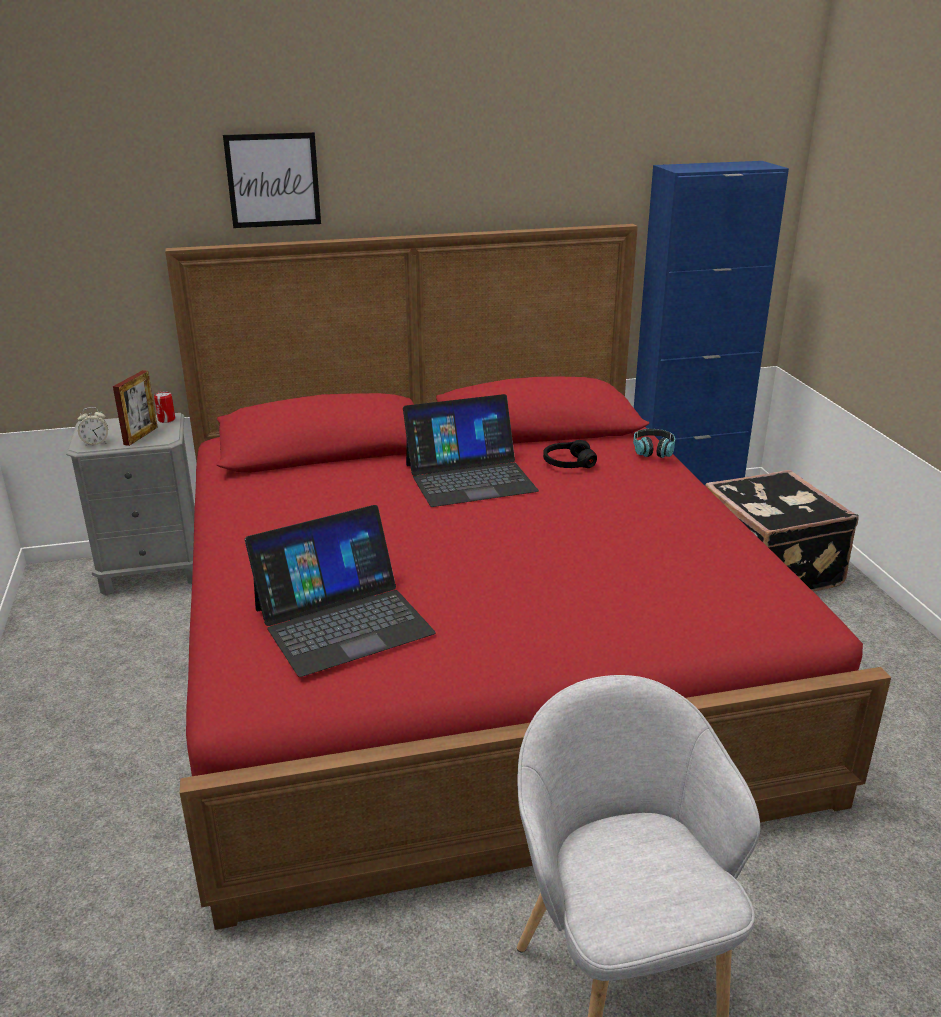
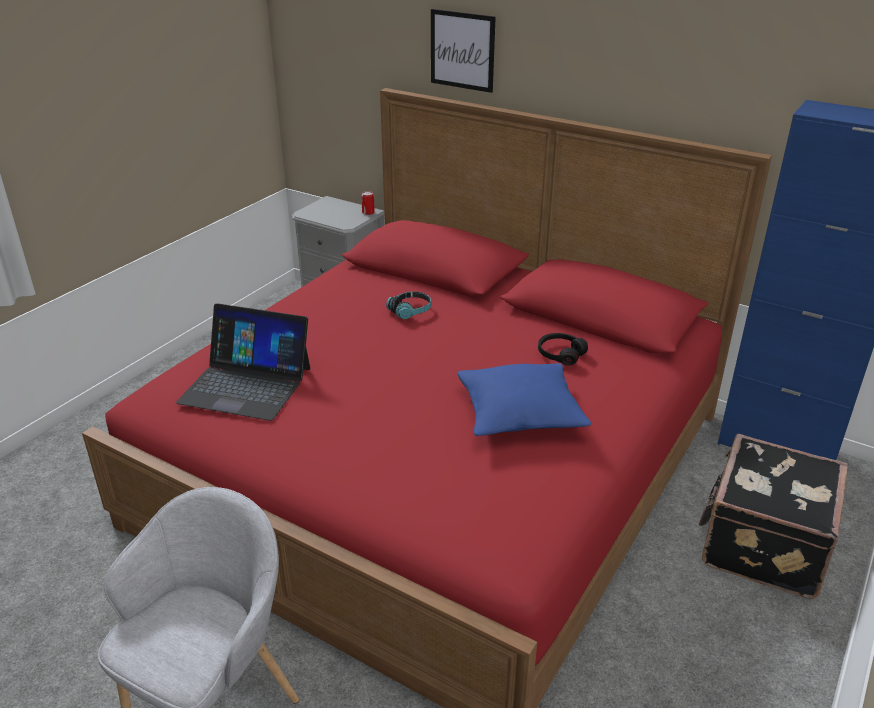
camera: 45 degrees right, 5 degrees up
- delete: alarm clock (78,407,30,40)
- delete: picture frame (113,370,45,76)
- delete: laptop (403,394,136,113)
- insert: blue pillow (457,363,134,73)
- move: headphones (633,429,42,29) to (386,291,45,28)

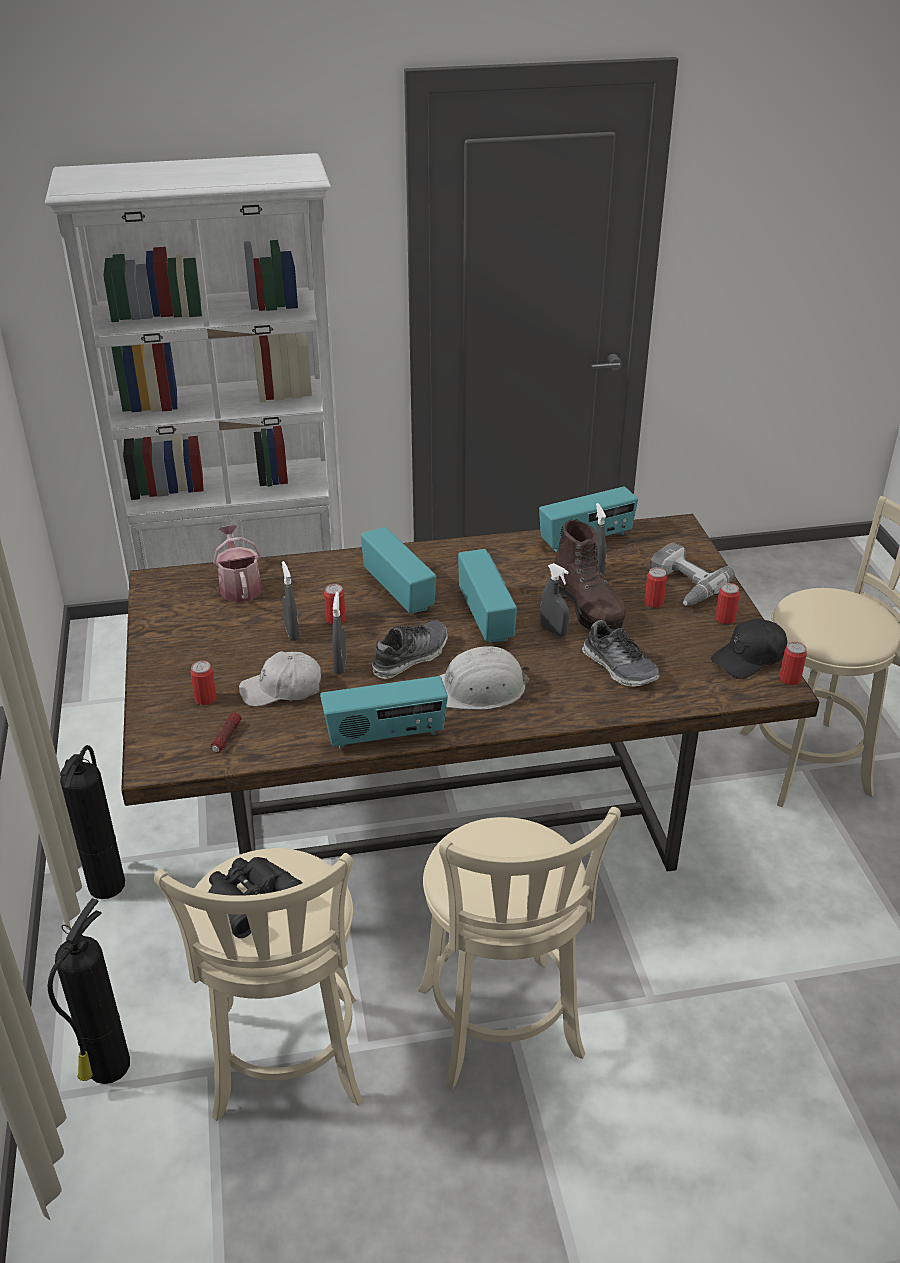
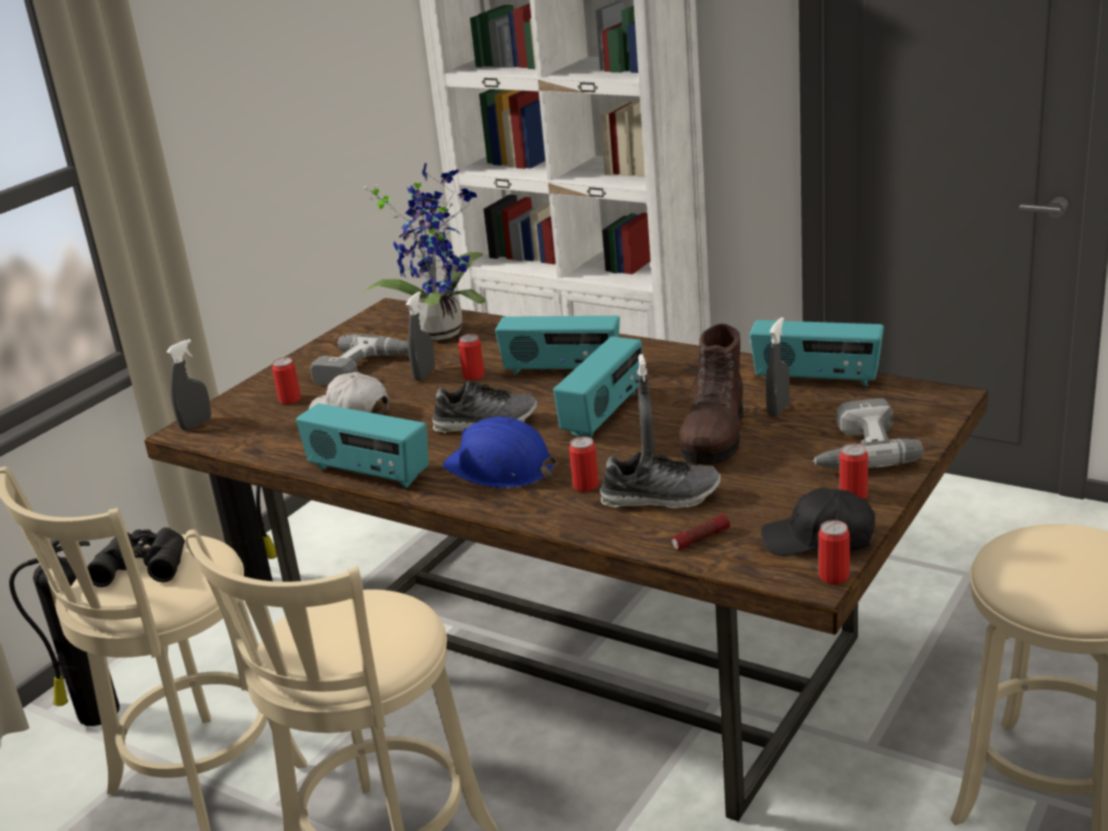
camera: 45 degrees right, 10 degrees down
- insert: power drill (310,334,98,52)
- move: flashlight (211,713,30,39) to (672,514,58,36)
- move: grey spray bottle (332,592,14,82) to (166,339,45,91)
- move: can (644,567,23,41) to (569,437,30,55)
- replace: watering can (213,525,49,77) to potted plant (362,163,124,177)
- recolor: white hard hat (439,646,91,64) to blue hard hat (442,417,115,71)
- rotate: radio (361,527,75,87) = (495,316,125,59) 90 degrees clockwise
- rotate: shoe (582,620,78,67) = (600,449,121,59) 90 degrees counterclockwise

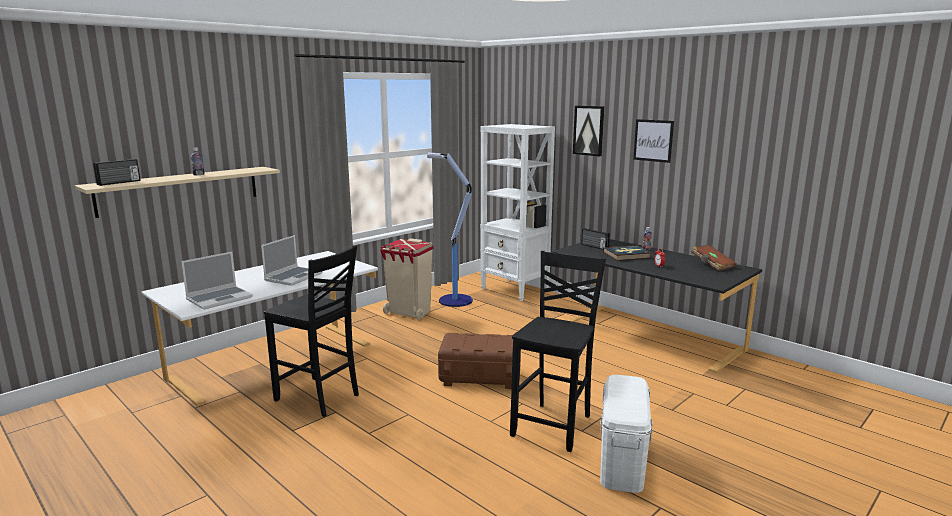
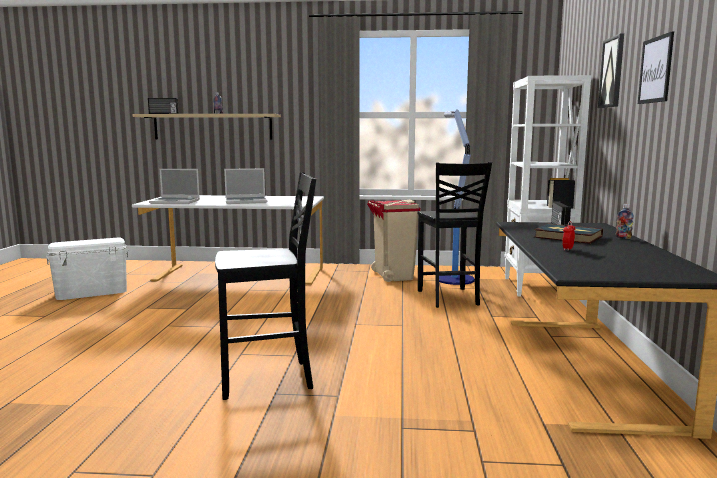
camera: 50 degrees right, 5 degrees down
- delete: brown storage box (438,333,83,56)
- delete: brown book (691,245,46,26)
- move: black chair (264,245,95,172) to (418,162,74,146)
- move: white storage box (600,375,52,118) to (46,238,82,62)

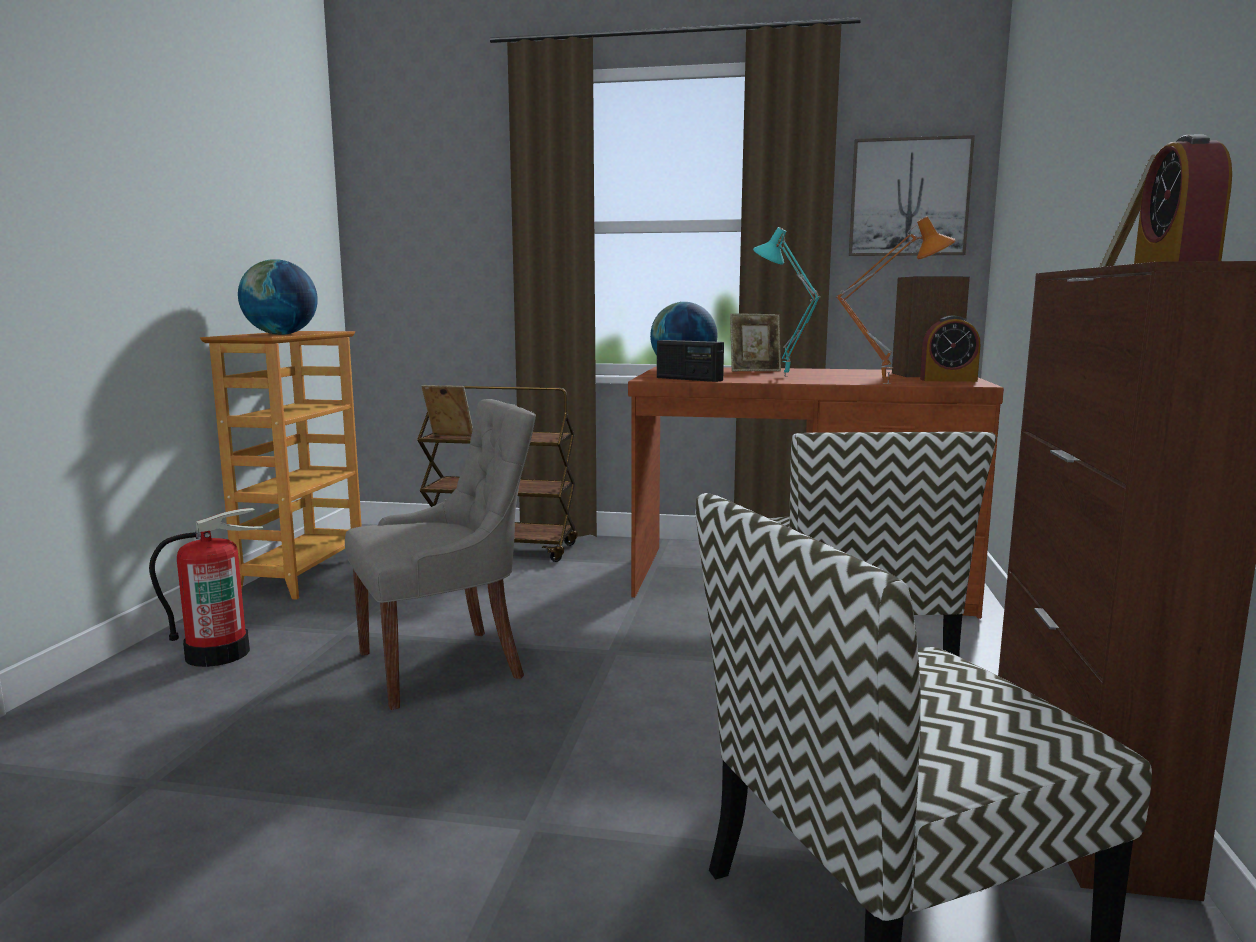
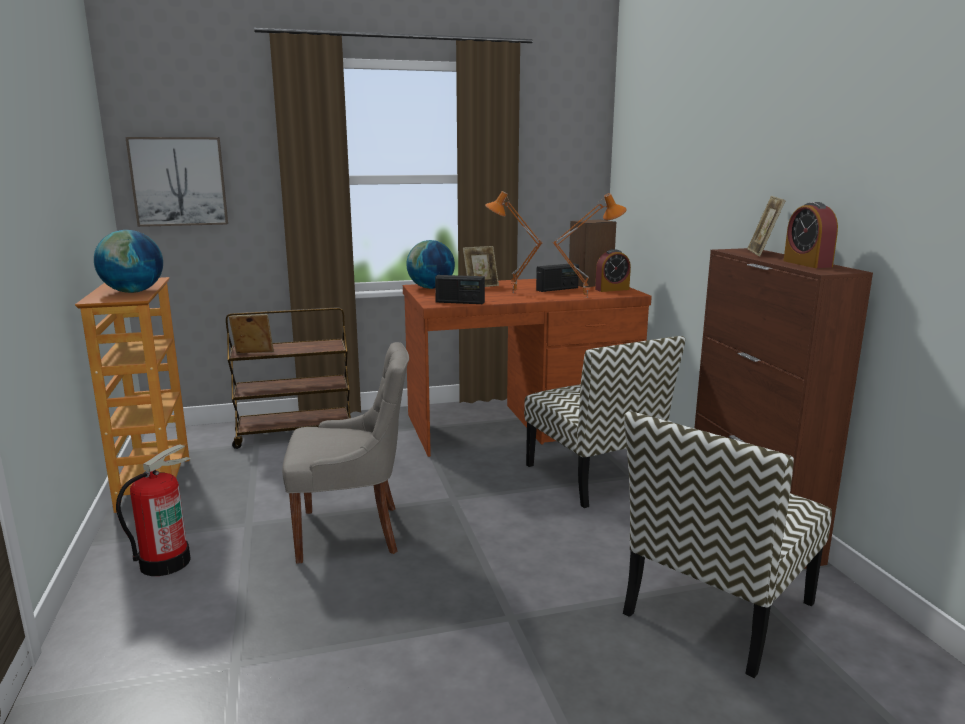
camera: 25 degrees left, 5 degrees up
- insert: radio (536,263,43,29)
- move: picture (849,135,126,121) to (125,137,103,90)
- recolor: turquoise table lamp (753,227,67,150) to orange table lamp (485,191,58,102)
- rotate: grey chair (345,399,191,311) = (282,342,127,222) 45 degrees clockwise

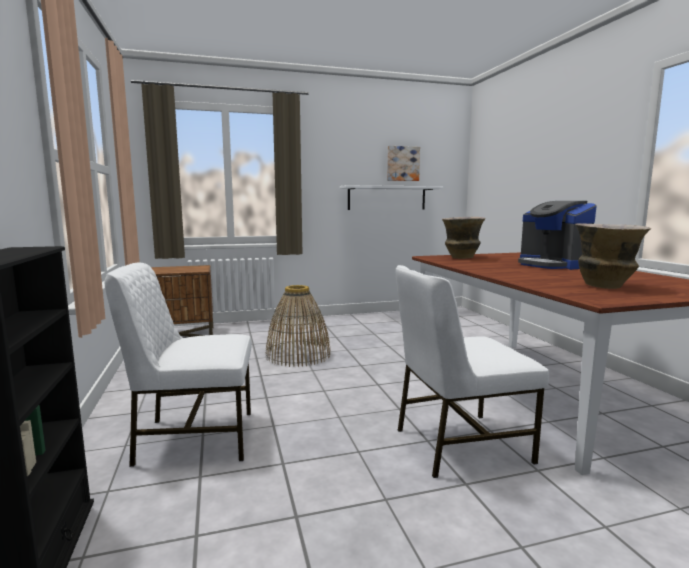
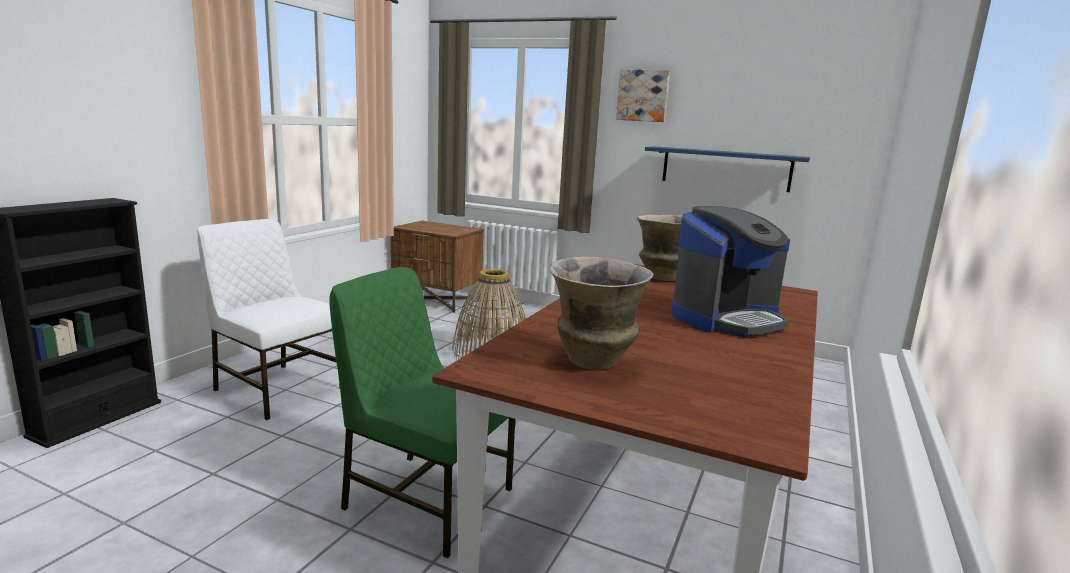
camera: 40 degrees right, 5 degrees up
- move: picture (387,146,33,35) to (616,69,54,53)
- recolor: white shelf (340,185,103,25) to blue shelf (645,146,165,46)
- recolor: white chair (396,265,153,213) to green chair (329,267,186,291)
- rotate: coffee machine (518,201,79,69) = (671,206,119,131) 135 degrees counterclockwise

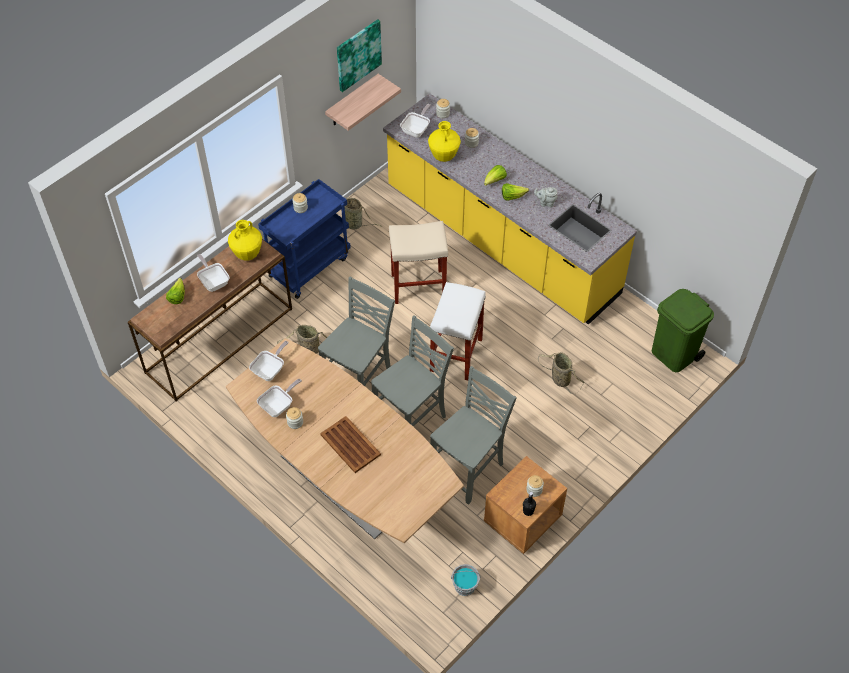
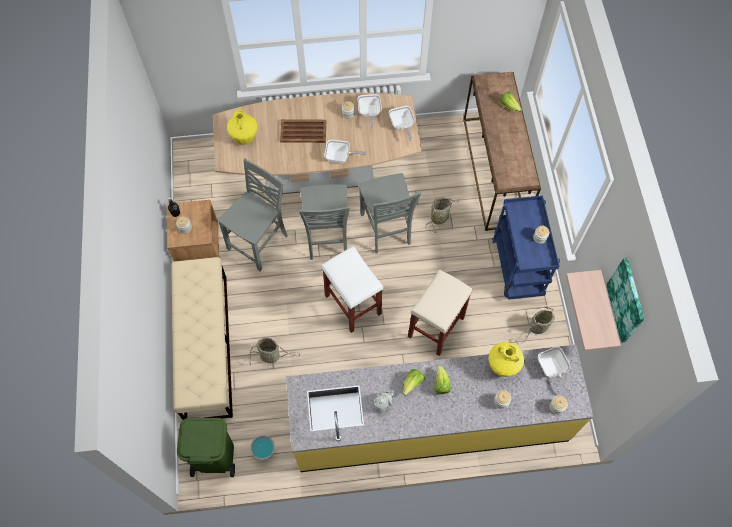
camera: 130 degrees right, 10 degrees up
- insert: beige bench (171,257,62,163)
- move: frying pan (197,254,33,38) to (324,140,42,23)
- move: yellow vase (228,220,34,41) to (227,109,30,36)
- move: grey bucket (451,564,29,32) to (250,435,25,25)
- rotate: grey chair (430,366,87,139) = (218,158,70,113) 135 degrees counterclockwise

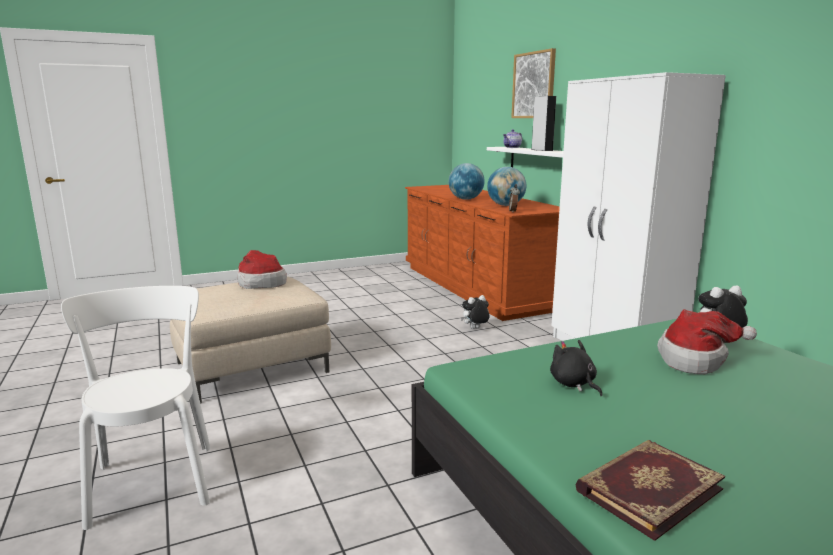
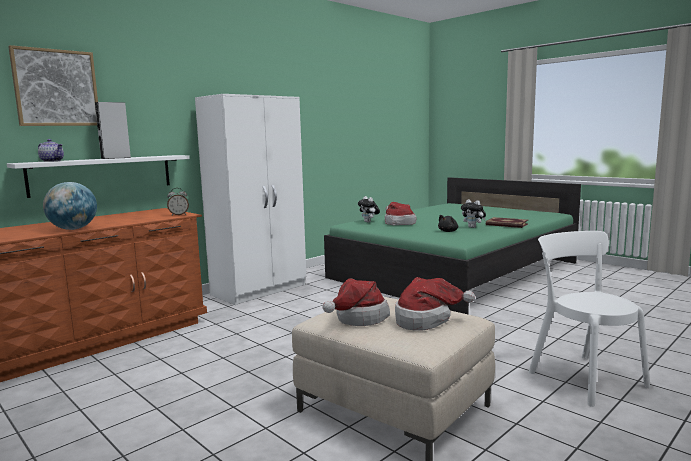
camera: 110 degrees left, 5 degrees down
- delete: globe (487,167,39,39)
- insert: hat (395,277,80,54)
- move: plush toy (461,295,28,34) to (461,199,25,29)
- rotate: white chair (61,286,149,244) = (528,231,122,176) 105 degrees clockwise

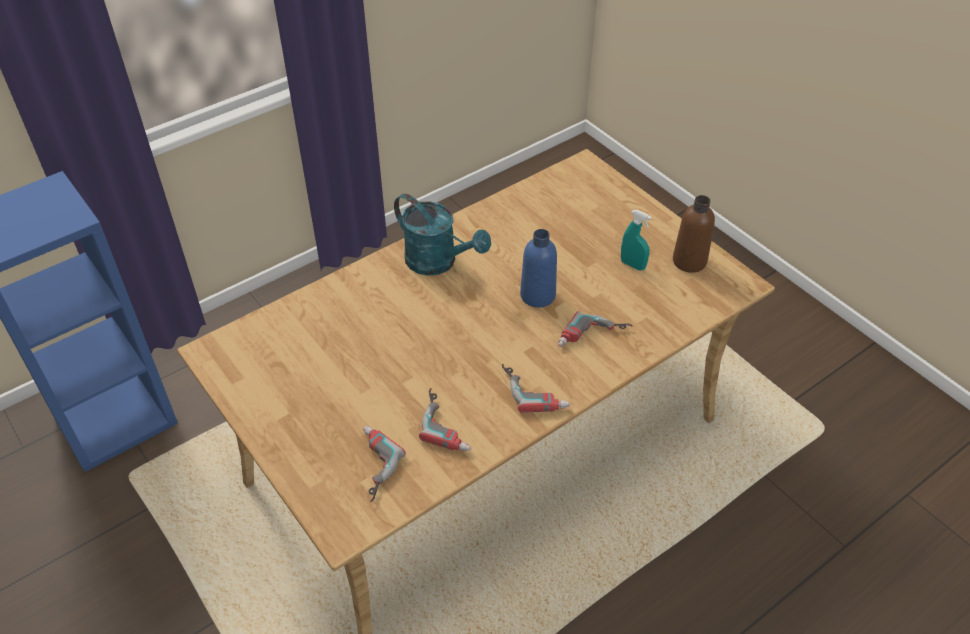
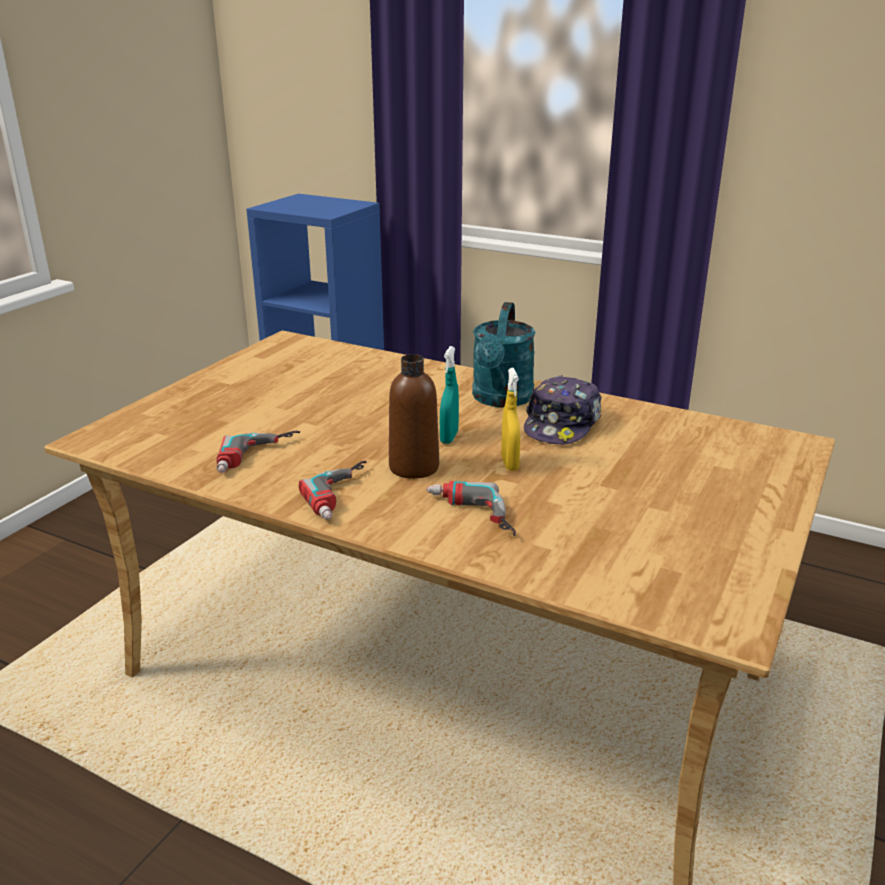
camera: 65 degrees right, 20 degrees down
- delete: power drill (363,426,43,76)
- insert: cap (524,375,78,69)
- move: turquoise spray bottle (621,210,31,61) to (440,346,19,98)
- move: brown bottle (673,195,42,78) to (389,354,50,125)
- replace: blue bottle (520,229,37,79) to yellow spray bottle (501,368,19,103)

